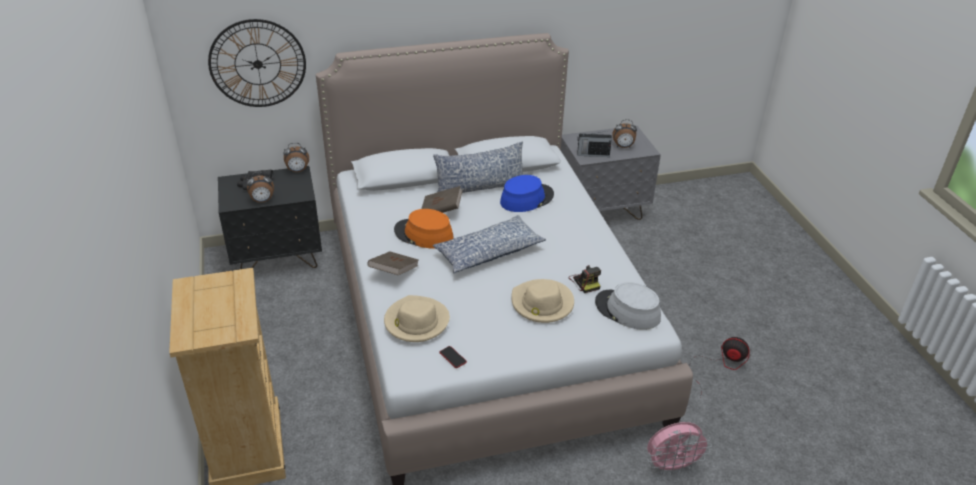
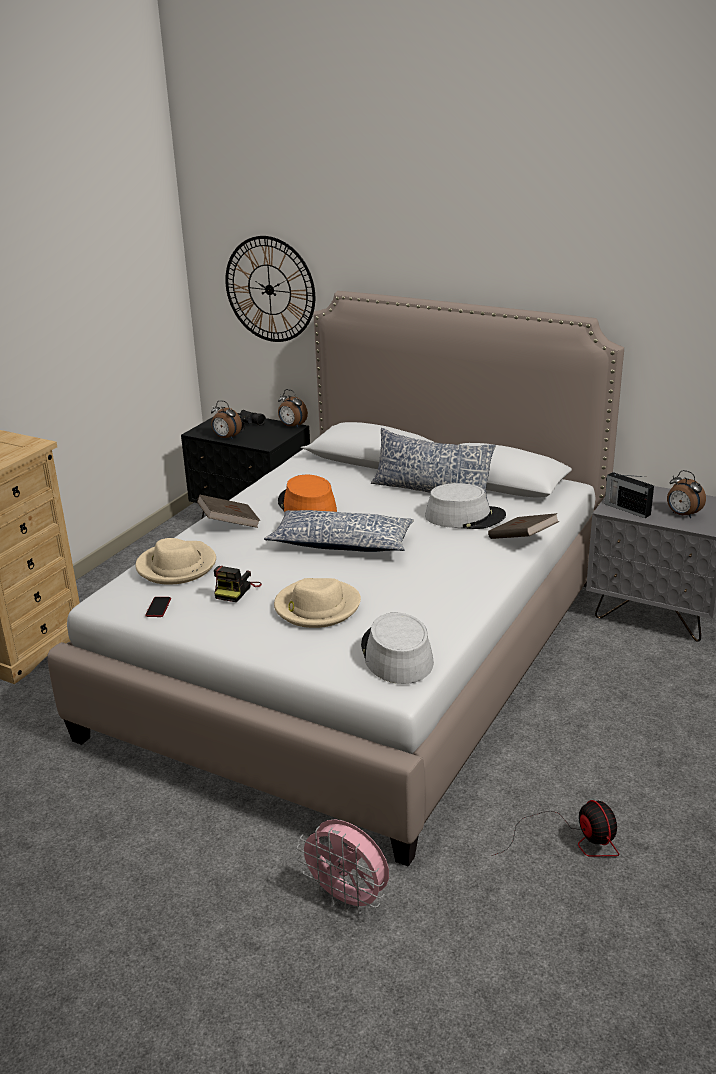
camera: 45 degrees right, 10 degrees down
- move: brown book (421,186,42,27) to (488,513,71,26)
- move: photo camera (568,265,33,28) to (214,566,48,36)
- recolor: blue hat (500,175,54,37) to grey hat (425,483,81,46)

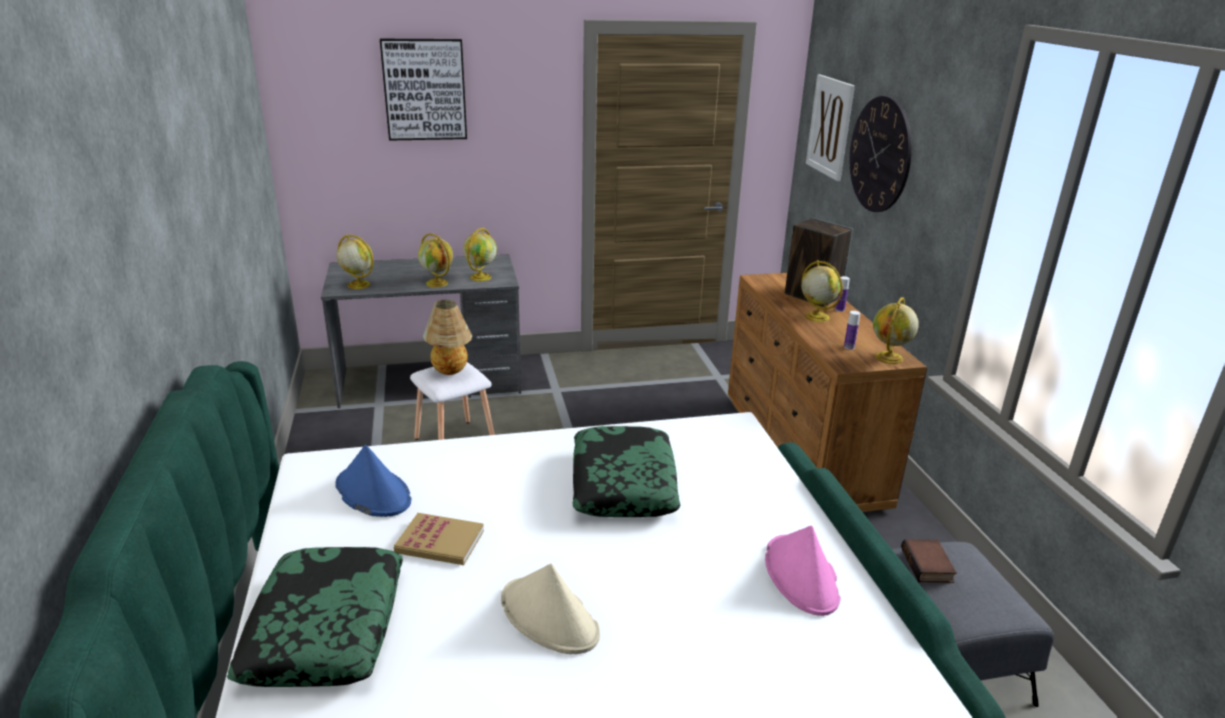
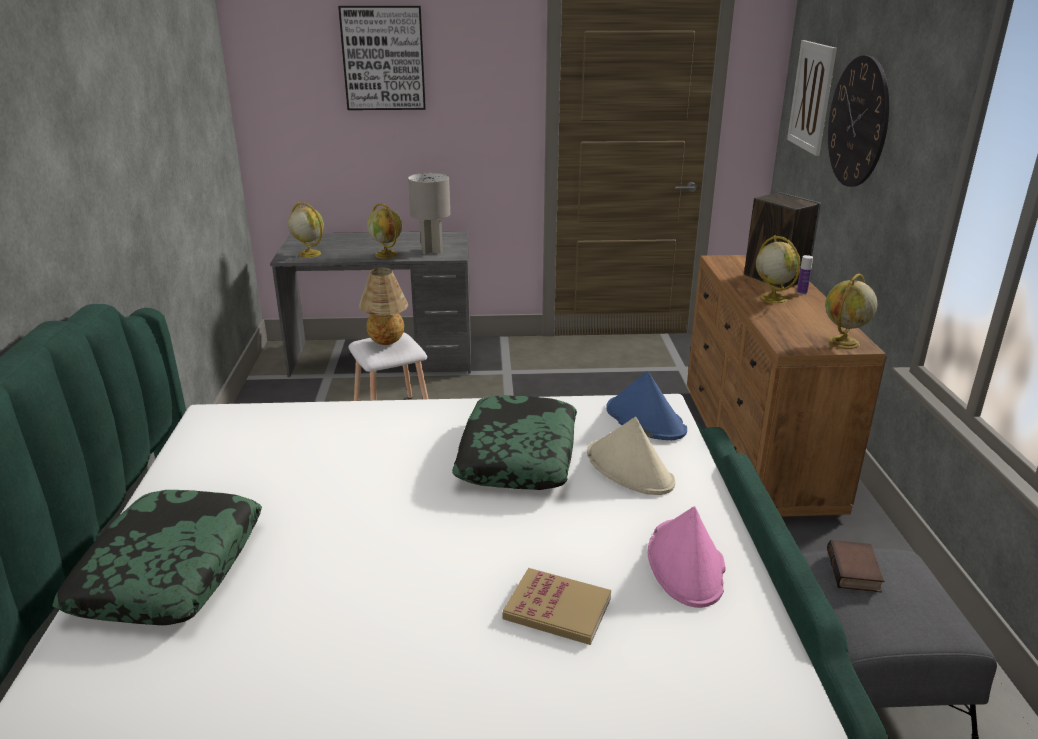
camera: 10 degrees right, 0 degrees up
- delete: bottle (844,311,16,39)
- move: blue hat (335,445,76,72) to (606,371,81,69)
- move: book (394,513,90,52) to (502,568,109,77)
- move: beige hat (501,564,99,90) to (587,417,88,78)
- replace: globe (463,227,34,54) to grey table lamp (408,173,42,82)

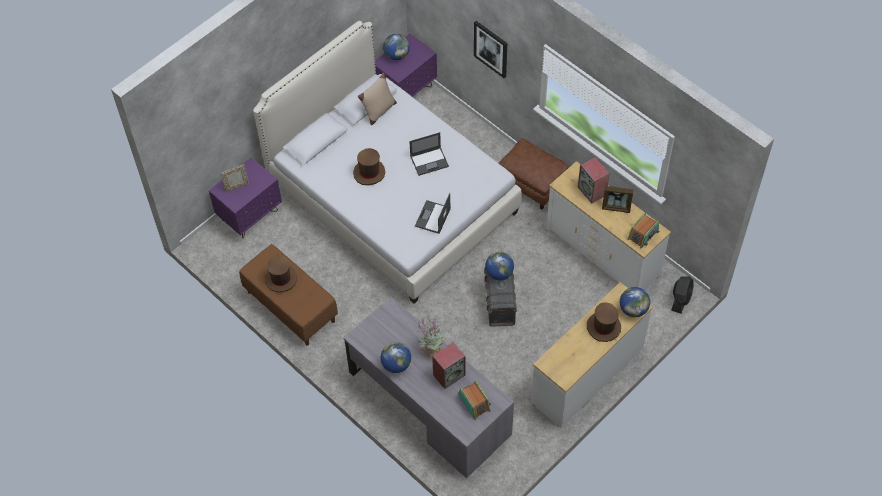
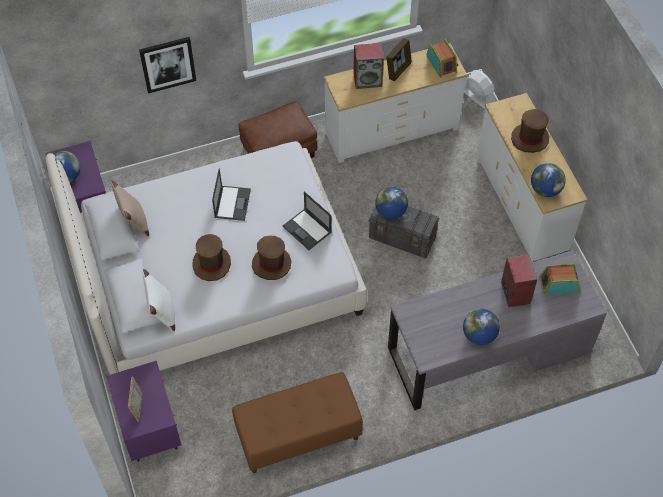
camera: 65 degrees left, 0 degrees up
- delete: potted plant (417,317,28,42)
- insert: white pillow (142,269,33,62)
- move: brown hat (265,255,32,37) to (252,236,39,44)
- move: globe (620,287,30,30) to (531,163,35,34)
- recolor: black fan (671,276,23,38) to white fan (464,70,30,39)

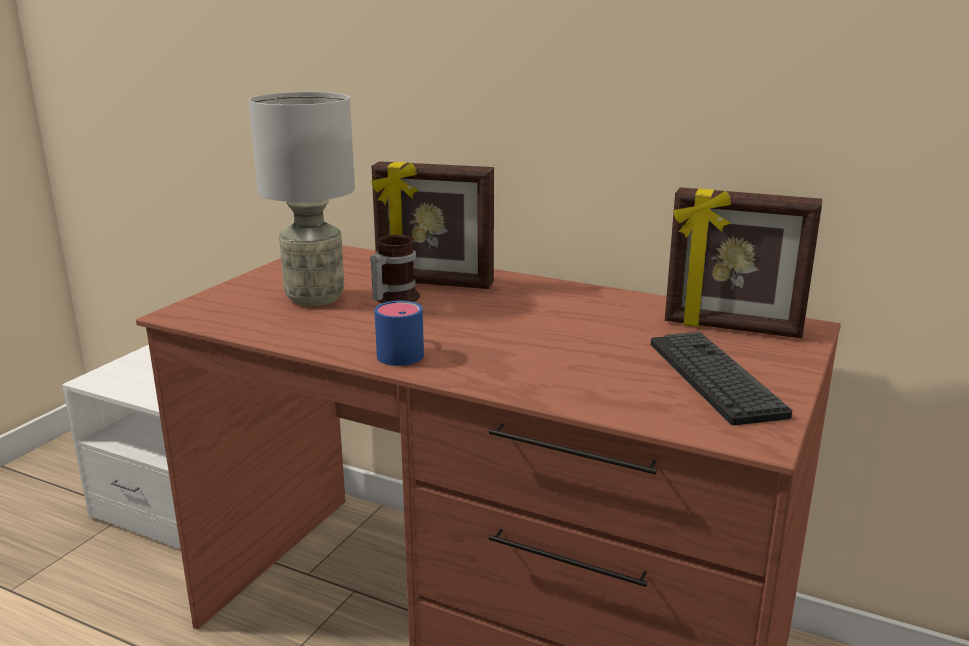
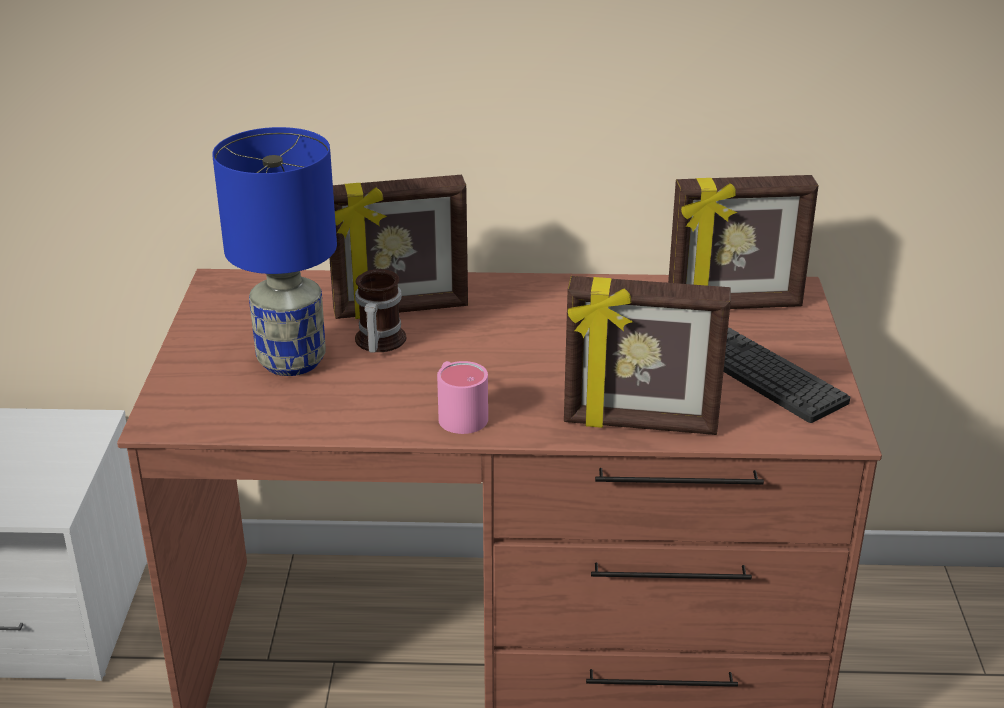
camera: 25 degrees left, 10 degrees up
- insert: picture frame (564,276,167,159)
- recolor: grey table lamp (249,92,106,214) to blue table lamp (212,127,125,249)
- recolor: blue mug (374,301,50,65) to pink mug (437,361,51,73)

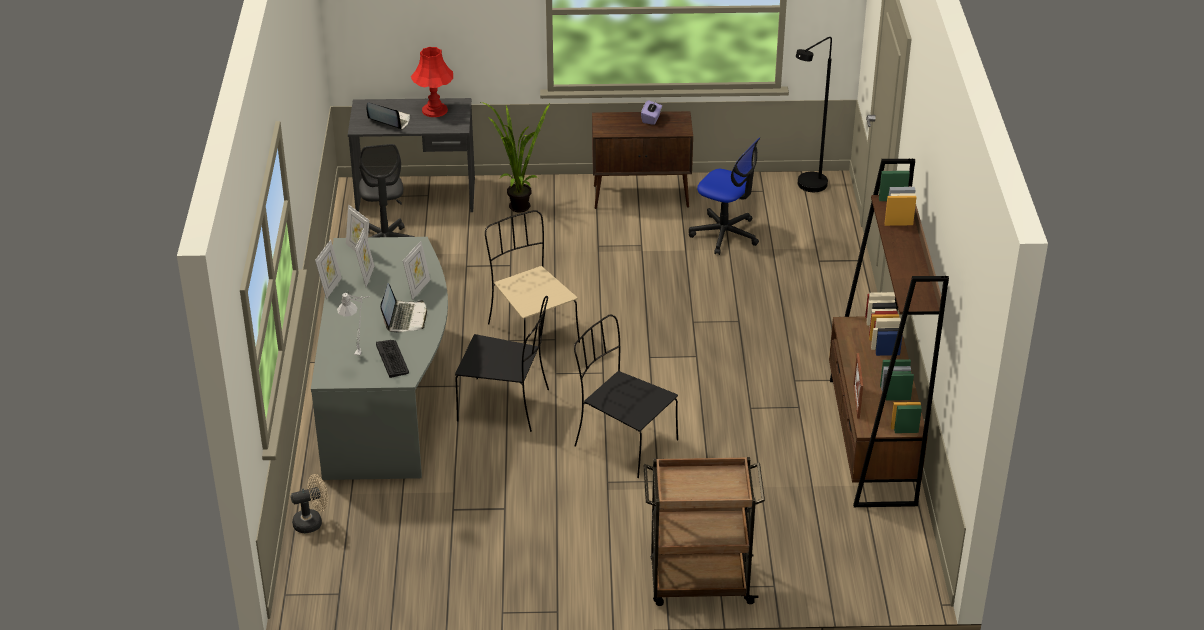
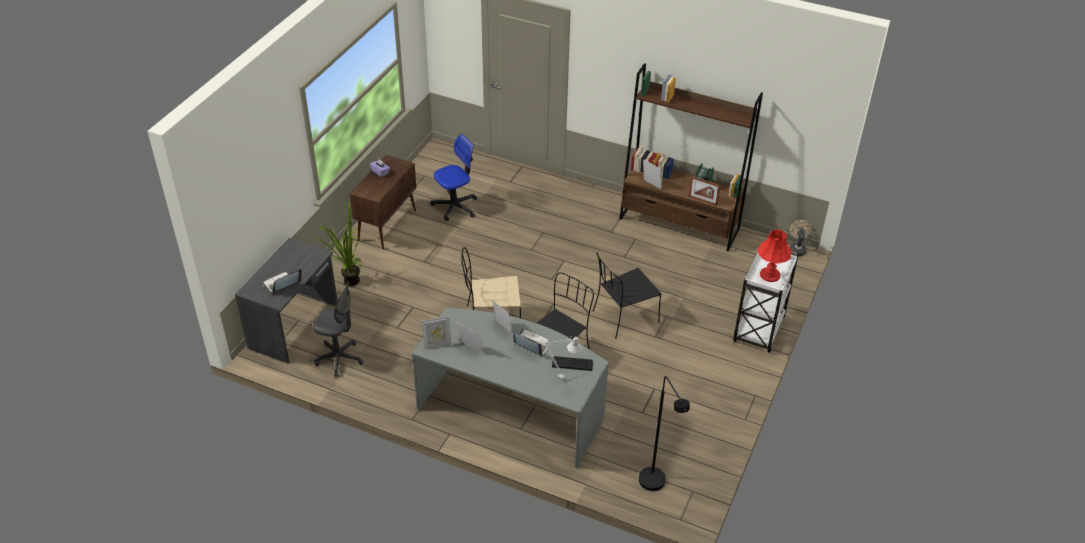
camera: 65 degrees left, 5 degrees up
- move: beige fan (291,474,37,59) to (789,220,23,36)
- move: picture frame (315,240,27,59) to (643,159,19,31)
- move: red table lamp (411,47,42,70) to (757,229,35,53)
- move: black floor lamp (796,37,36,155) to (639,376,51,115)
- recolor: brown cart (643,457,122,149) to white cart (733,252,65,101)

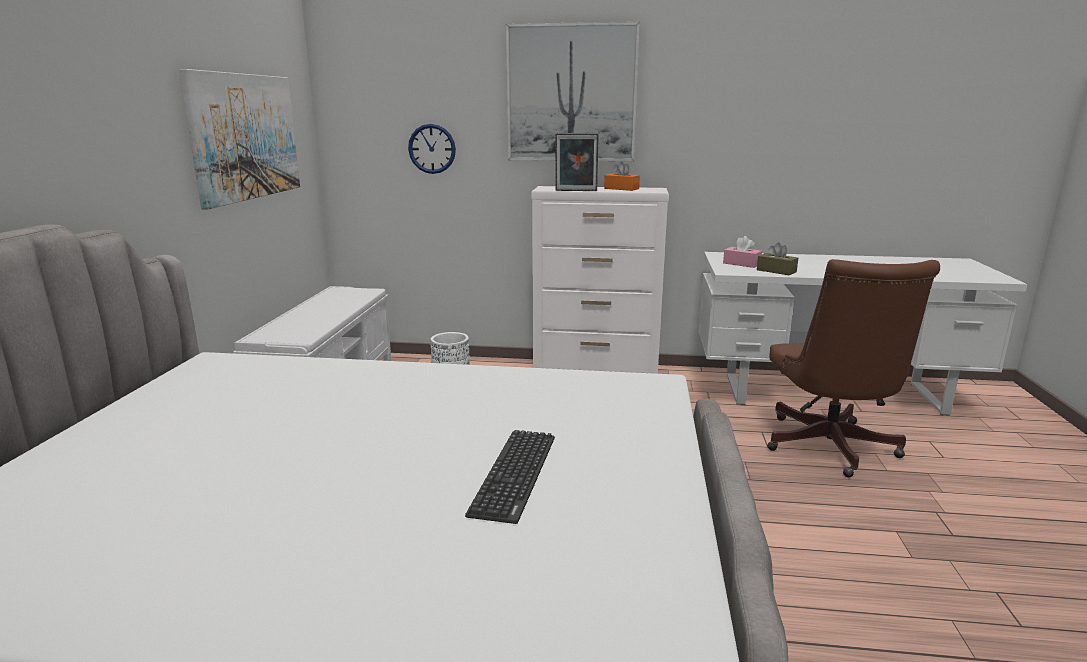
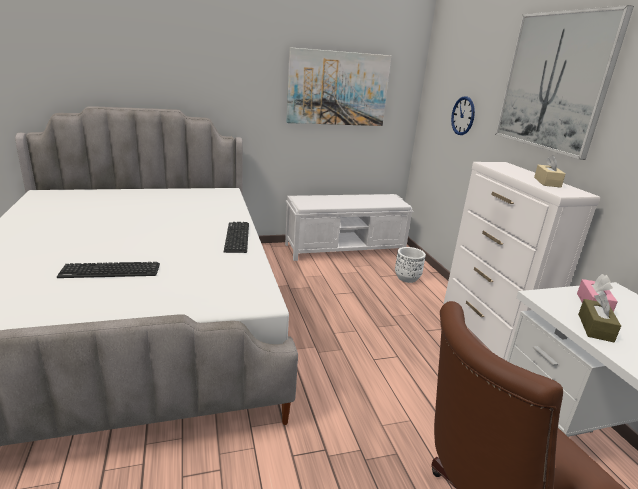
camera: 65 degrees right, 5 degrees up
- delete: picture frame (555,133,44,58)
- insert: keyboard (224,222,25,31)
- recolor: orange tissue box (604,162,36,29) to beige tissue box (534,155,31,33)

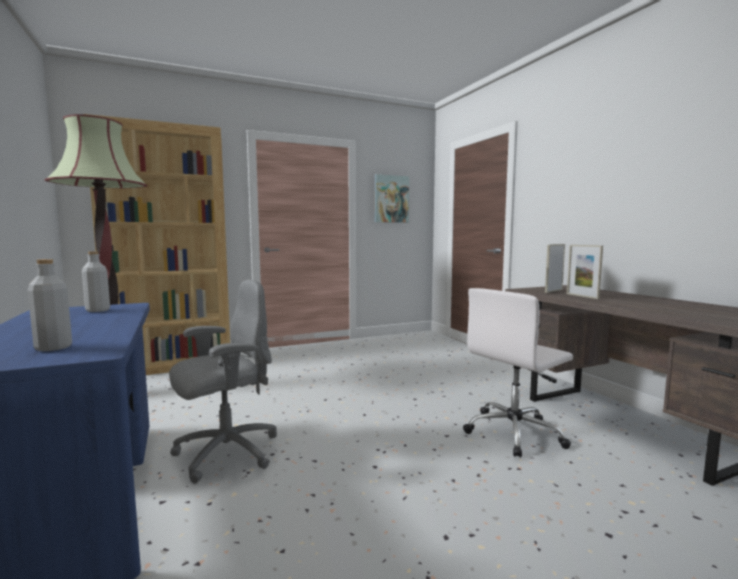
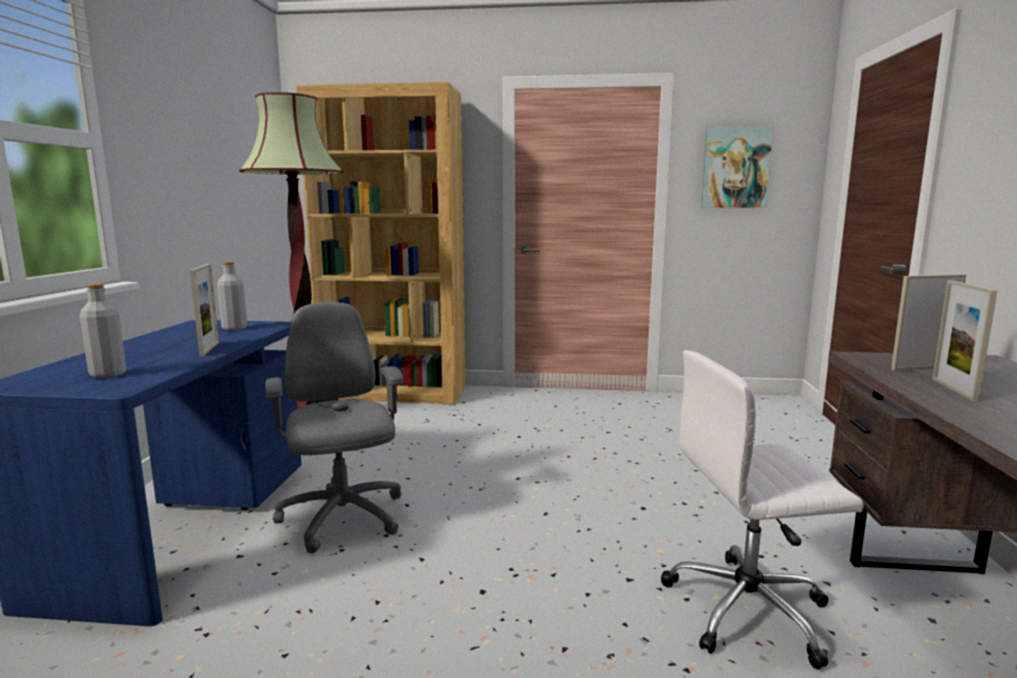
camera: 30 degrees right, 5 degrees up
- insert: picture frame (190,264,29,92)
- rotate: grey office chair (169,280,108,203) = (265,302,139,251) 105 degrees counterclockwise

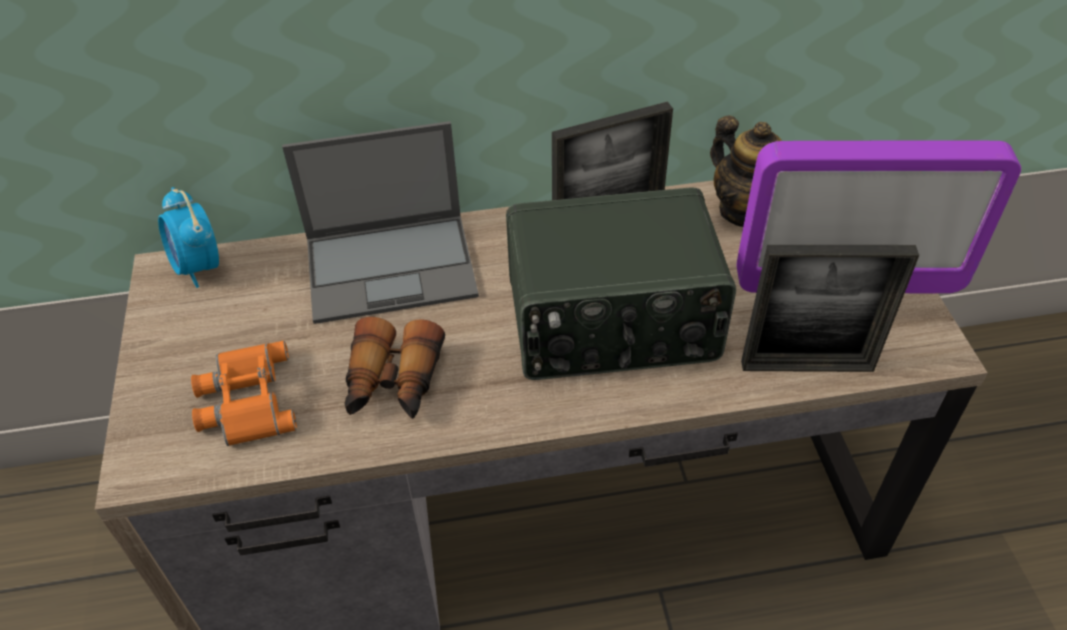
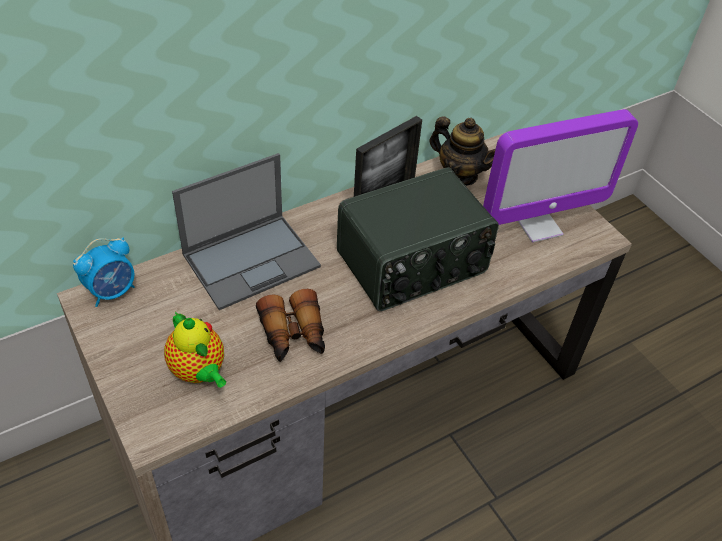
camera: 25 degrees left, 0 degrees up
- delete: picture frame (741,245,178,127)
- replace: orange binoculars (191,341,106,105) to teapot (164,312,62,76)
- rotate: alarm clock (158,187,61,101) = (73,237,62,70) 75 degrees counterclockwise

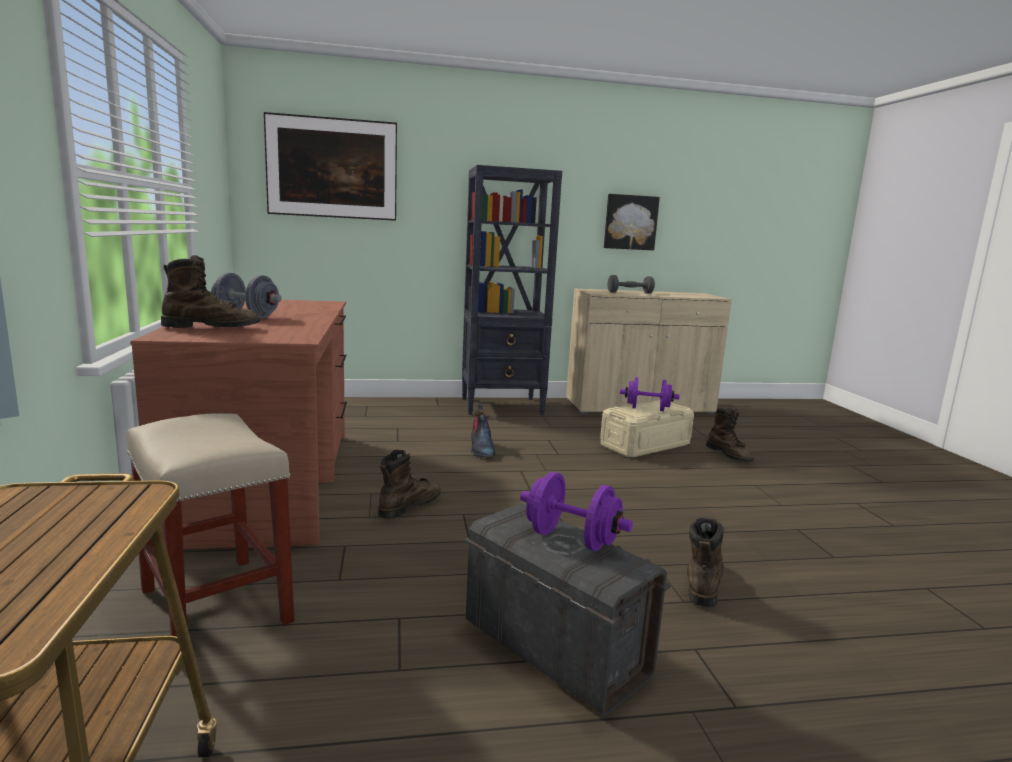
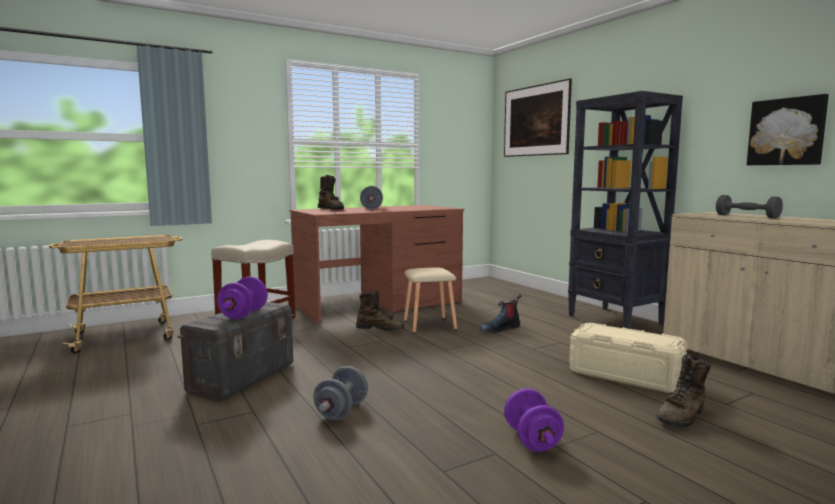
camera: 70 degrees right, 5 degrees down
- insert: beige stool (404,268,53,65)
- move: purple dumbbell (620,377,59,34) to (504,388,60,64)
- replace: brown boot (687,518,37,89) to grey dumbbell (313,366,55,54)

